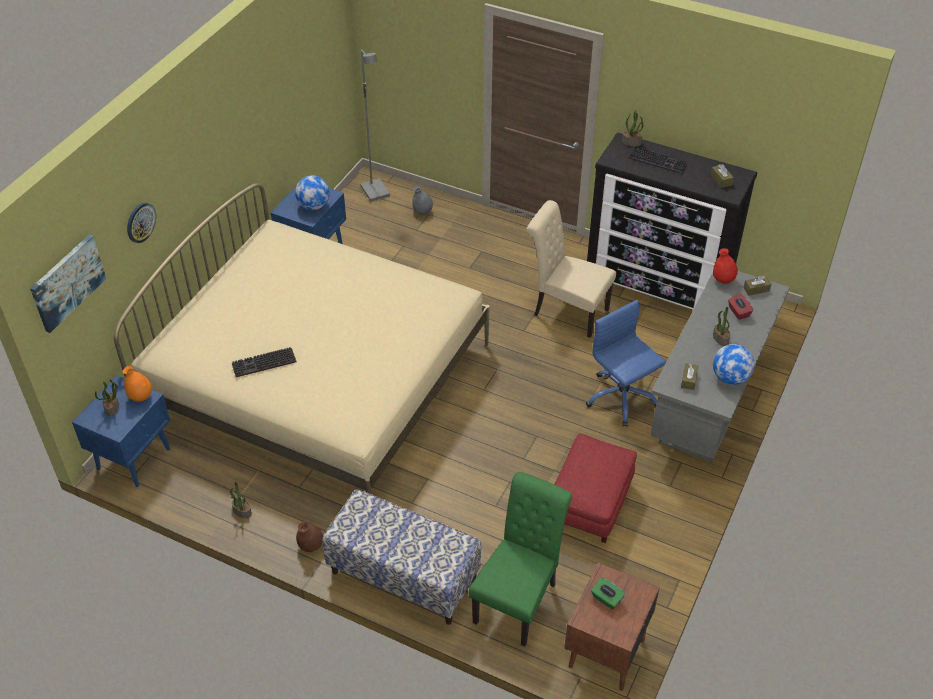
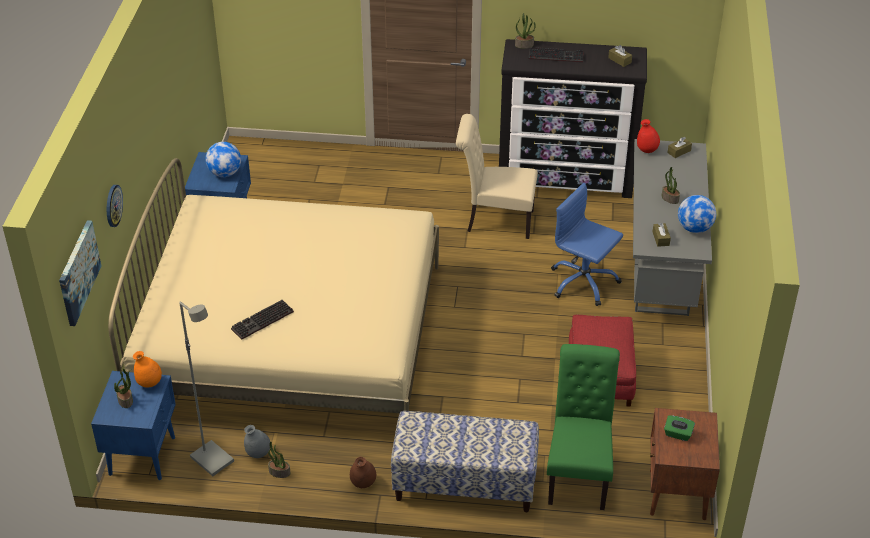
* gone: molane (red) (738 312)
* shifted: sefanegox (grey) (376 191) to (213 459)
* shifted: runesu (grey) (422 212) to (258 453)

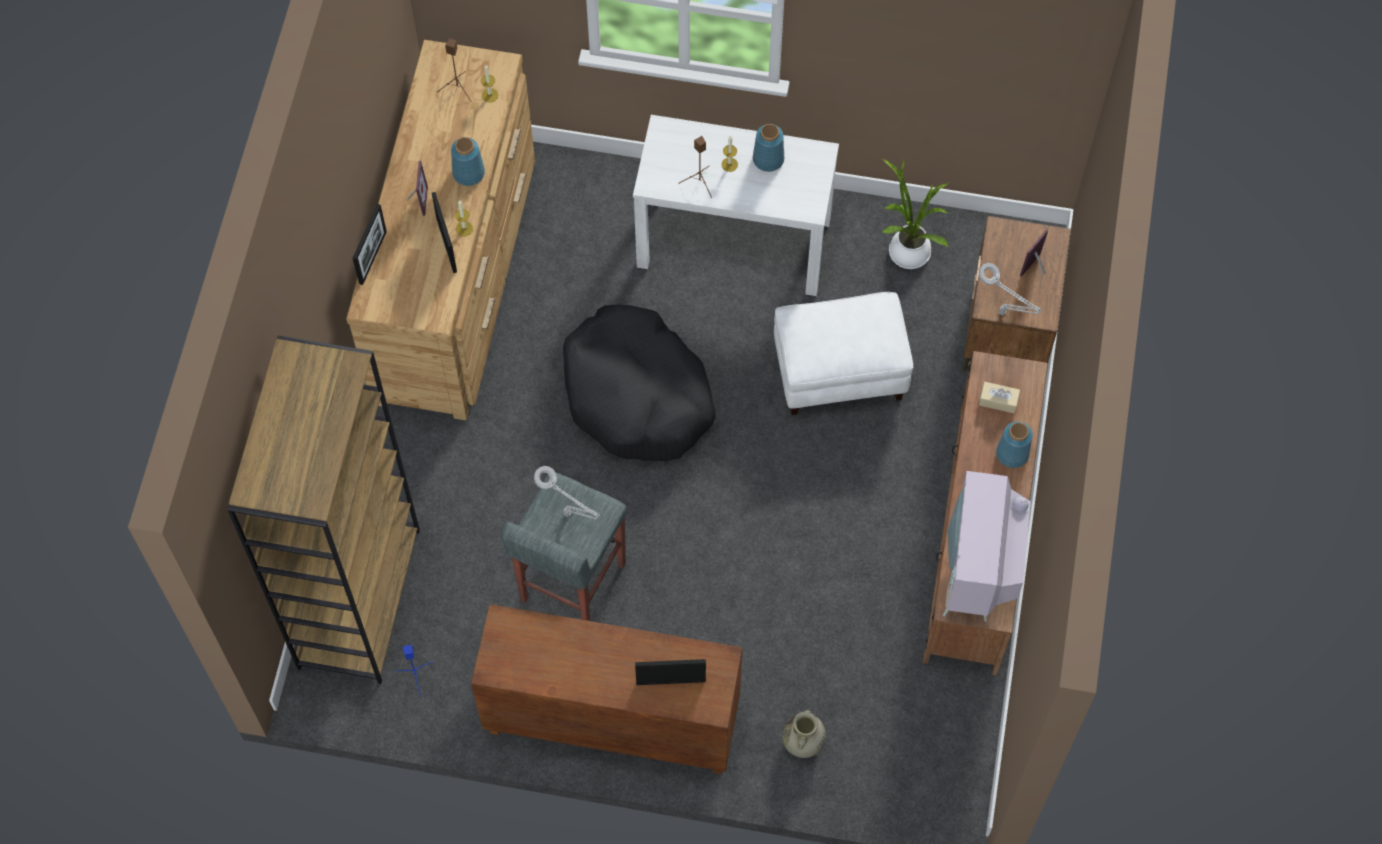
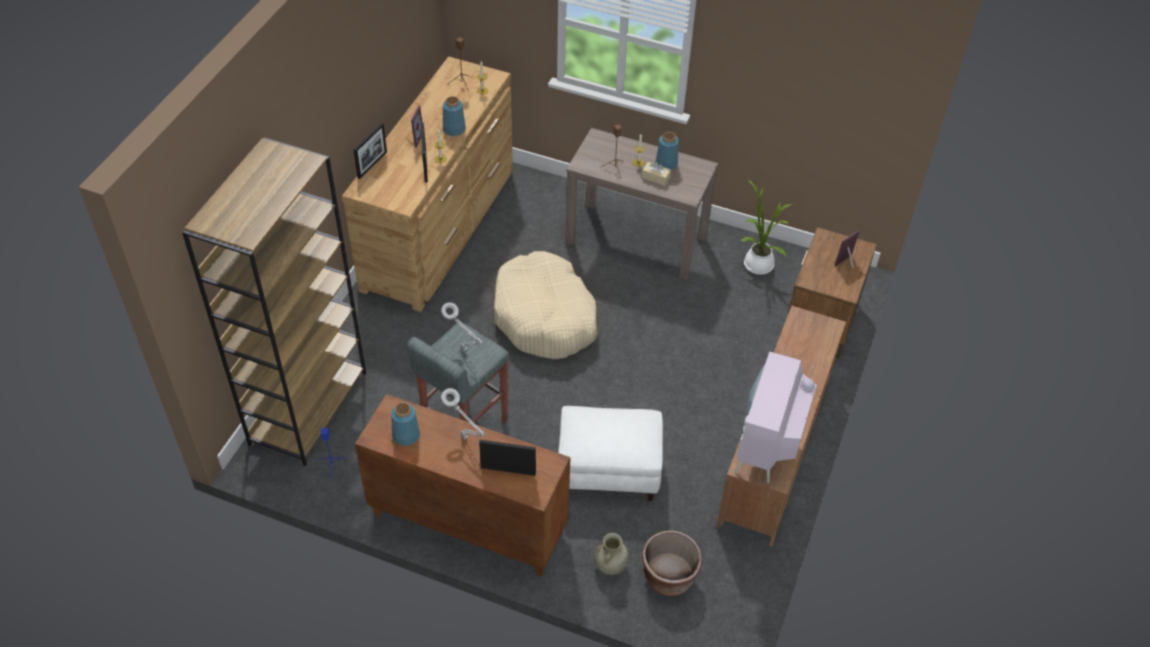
* new: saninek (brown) (668 576)
* shifted: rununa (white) (839 371) to (607 471)
* shifted: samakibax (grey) (1004 314) to (466 439)
* shifted: molane (beige) (998 401) to (656 178)
* shifted: runesu (blue) (1012 454) to (405 435)
* repainted: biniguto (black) (637 395) to biniguto (beige) (545 317)
* repainted: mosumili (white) (735 242) to mosumili (brown) (637 240)

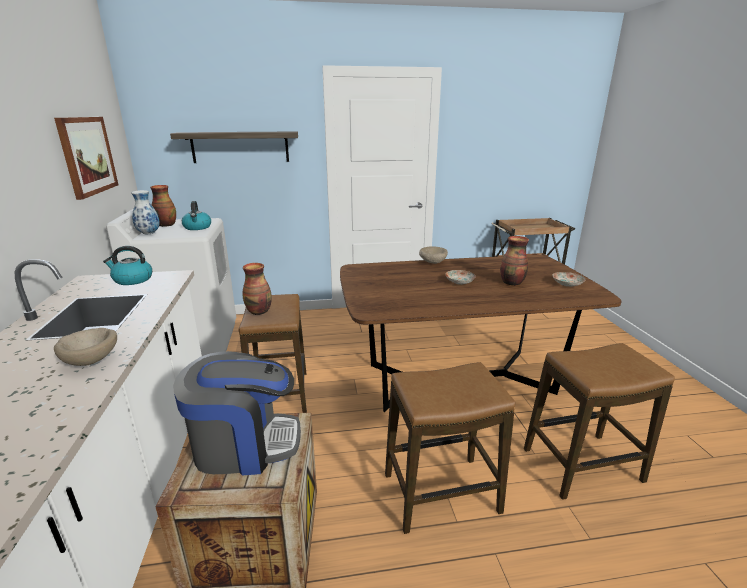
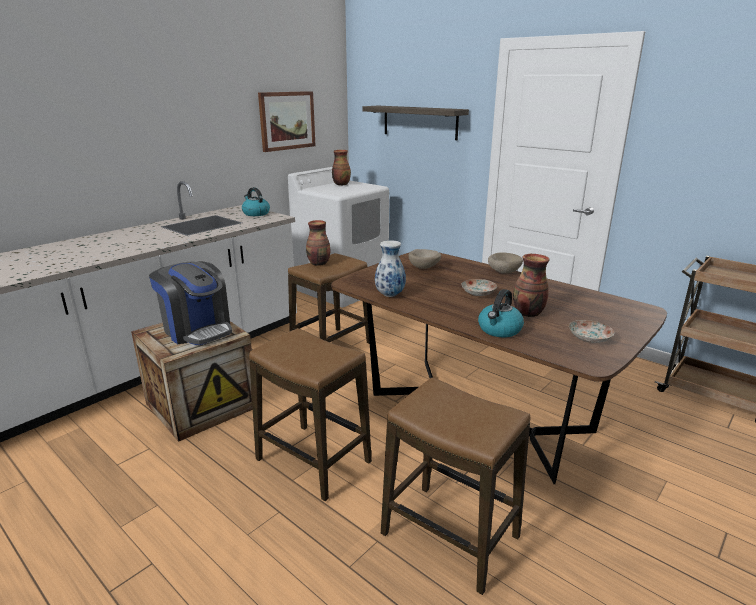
* shifted: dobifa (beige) (93 360) to (424 267)
* shifted: runesu (149 233) to (390 295)
* shifted: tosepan (197 227) to (499 330)

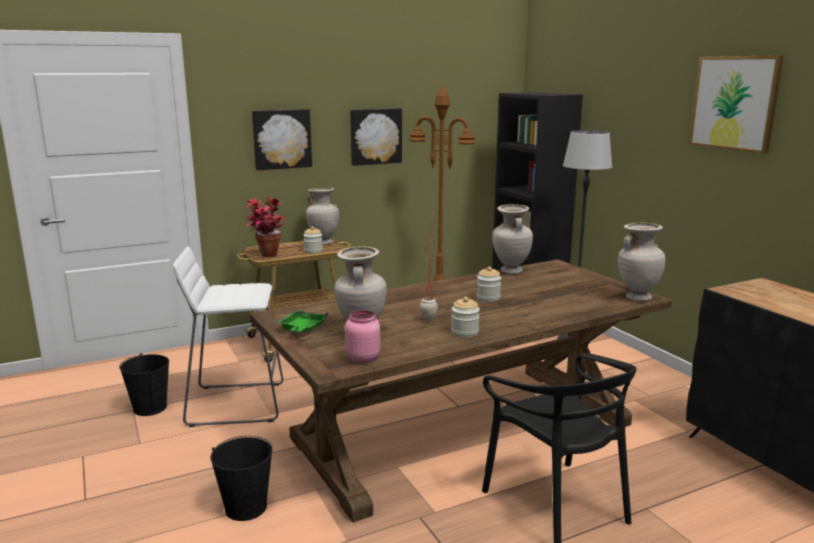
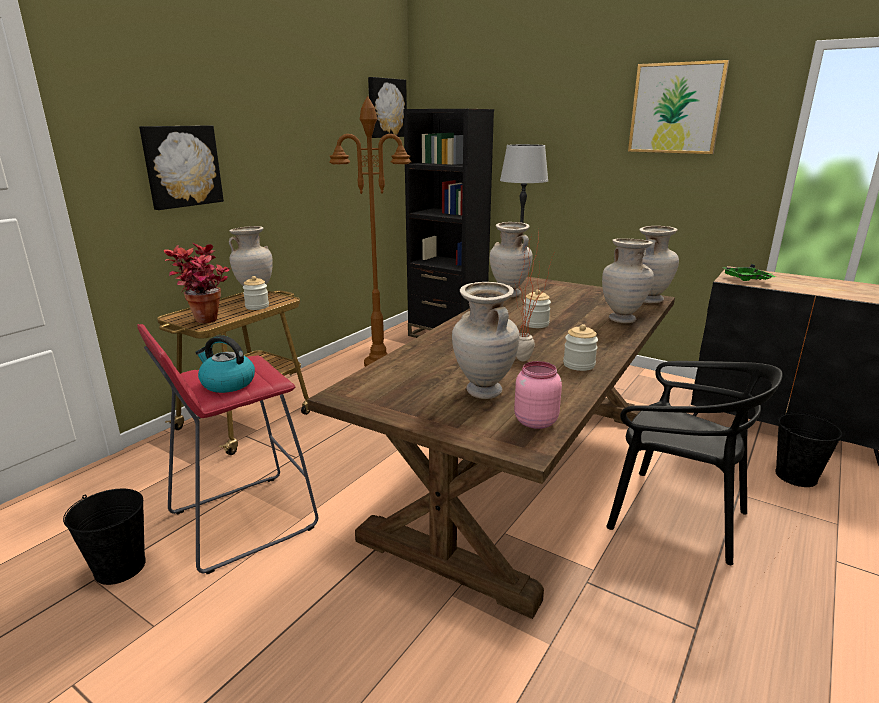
* new: tosepan (227 383)
* new: runesu (beige) (622 320)
* shifted: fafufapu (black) (246 508) to (796 476)
* shifted: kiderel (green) (302 329) to (746 279)
* shifted: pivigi (375 136) to (386 108)
* repainted: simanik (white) (235 403) to simanik (red) (241 520)

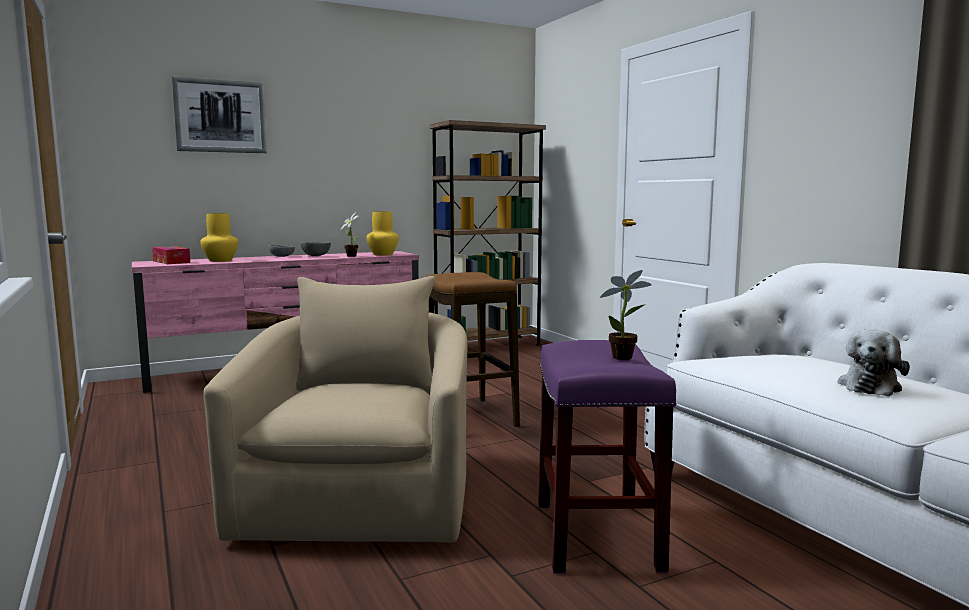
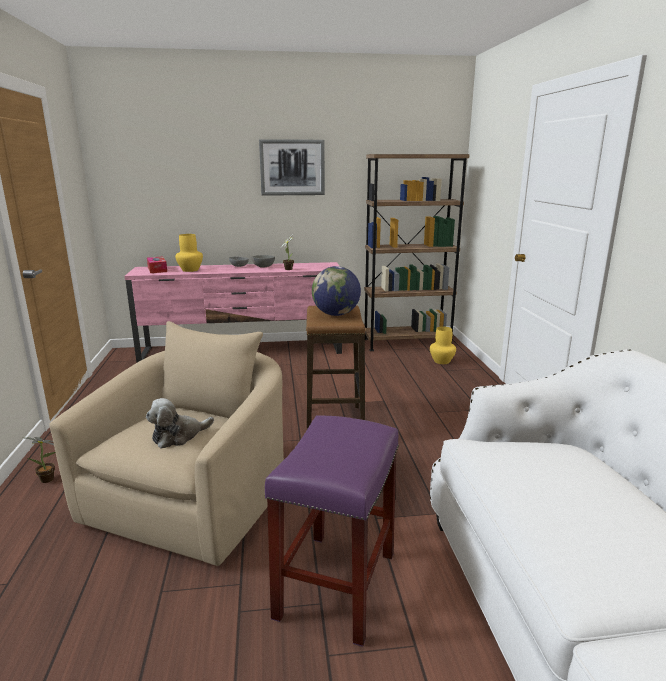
* new: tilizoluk (336 314)
* shifted: pivigi (220 116) to (292 167)
* shifted: runesu (yellow) (382 254) to (441 361)
* shifted: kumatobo (626 357) to (49 480)
* shifted: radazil (870 386) to (178 436)

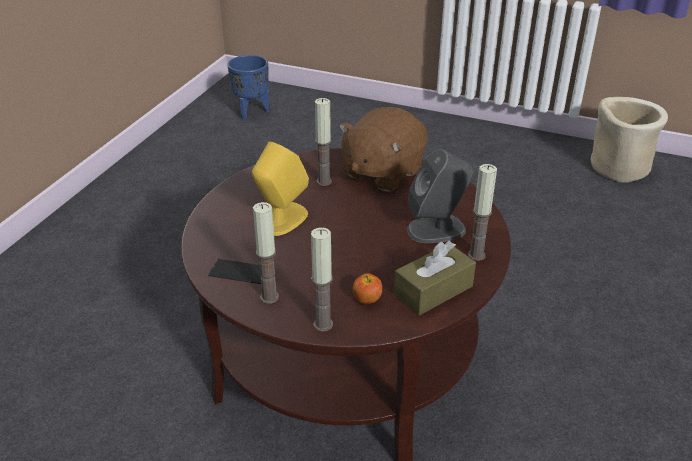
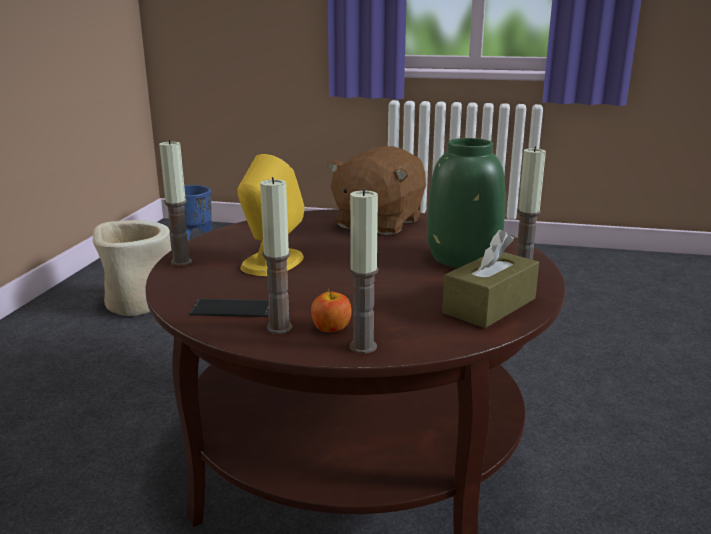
* shifted: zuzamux (324 181) to (181 262)
* shifted: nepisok (367 299) to (331 328)
* shifted: saninek (beige) (618 168) to (138 303)
* swapped: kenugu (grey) (437 229) to runesu (green) (464 258)

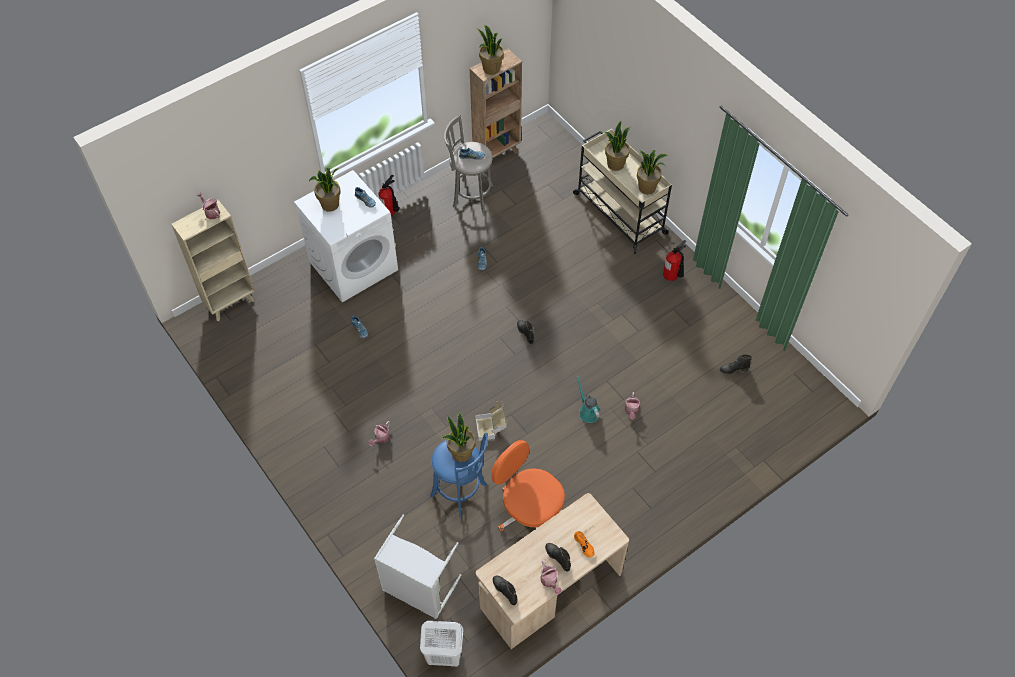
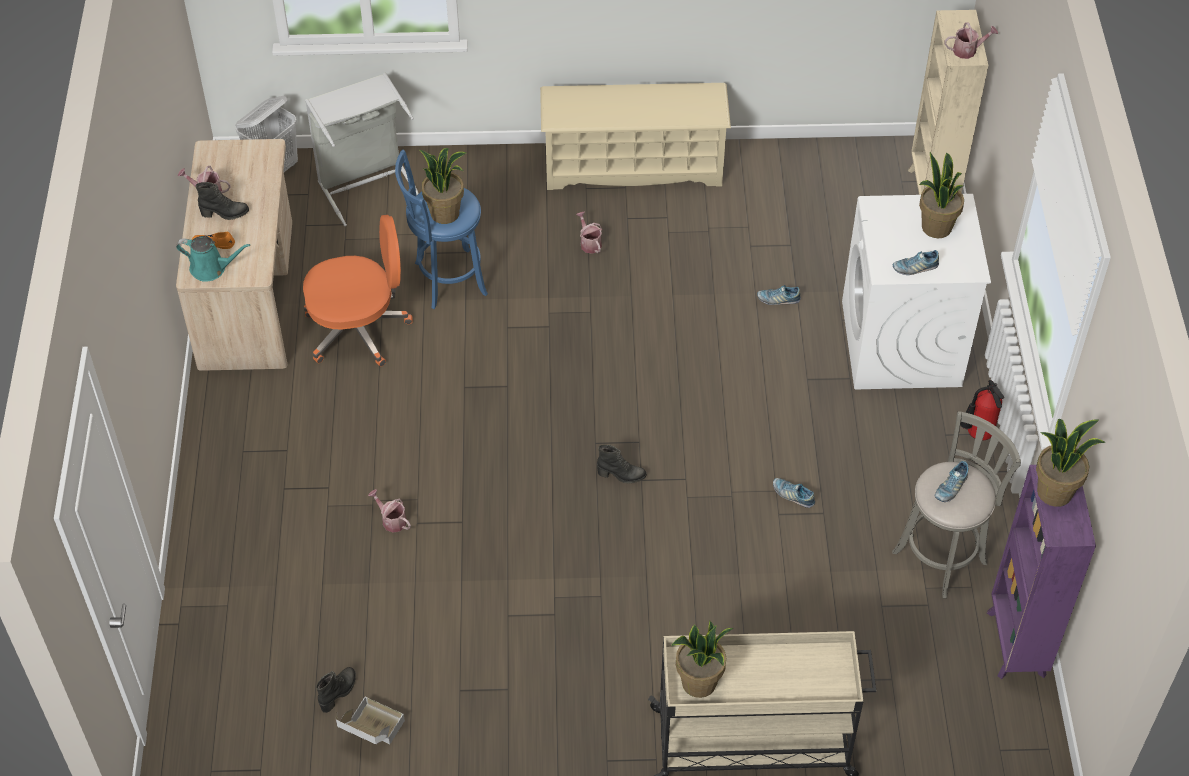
* gone: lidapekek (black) (505 591)
* gone: kumatobo (615 164)
* gone: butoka (672 277)
* new: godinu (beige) (633 166)
* shifted: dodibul (491 428) to (371 733)
* shifted: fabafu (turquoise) (588 411) to (211 268)
* repainted: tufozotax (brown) (497 154) to tufozotax (purple) (1015 645)

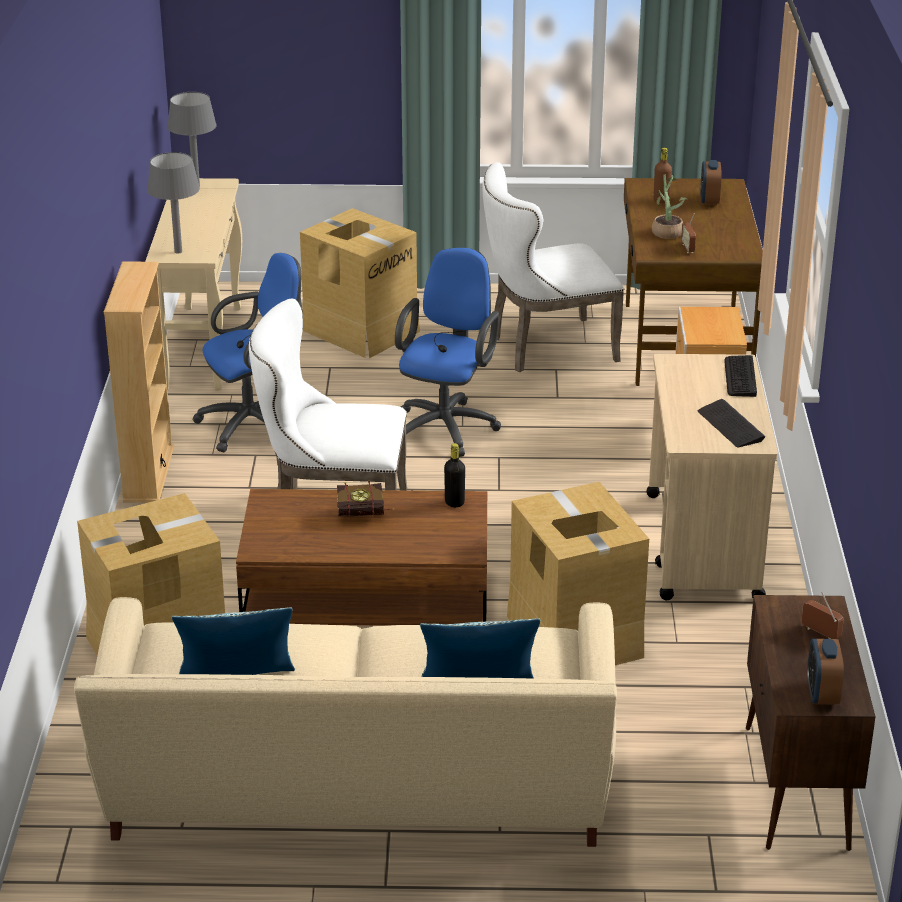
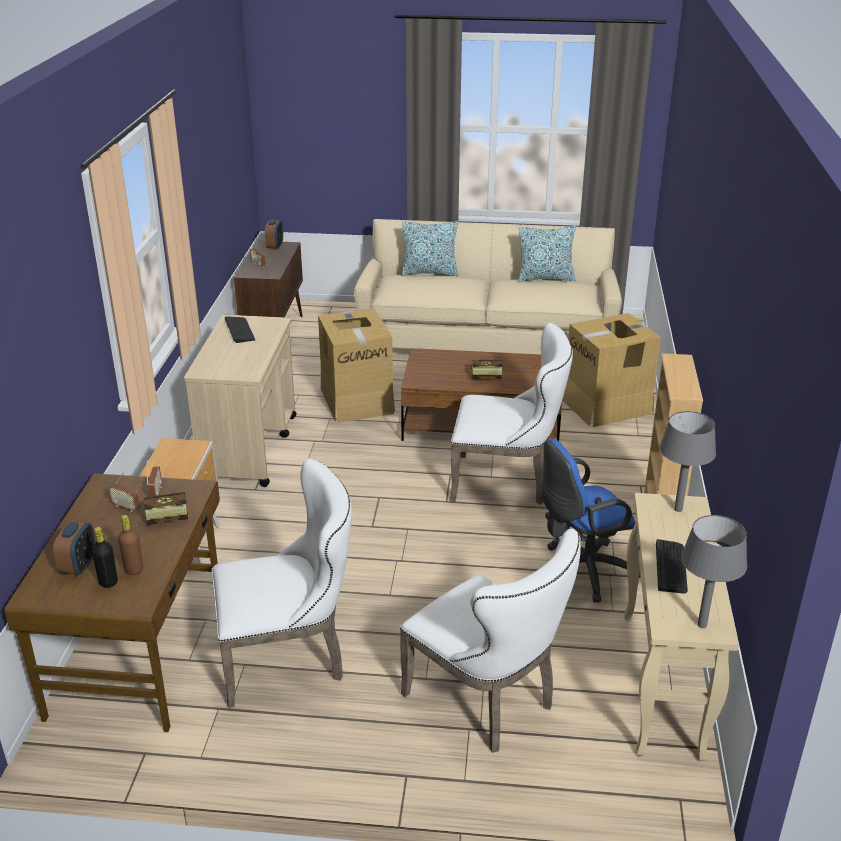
* gone: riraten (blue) (447 425)
* new: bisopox (126 507)
* shifted: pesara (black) (454 503) to (108 582)
* shifted: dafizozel (740 377) to (671 567)
* swapped: dodibul (361 330) to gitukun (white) (488 702)
* swapped: kumatobo (666 231) to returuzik (162 518)

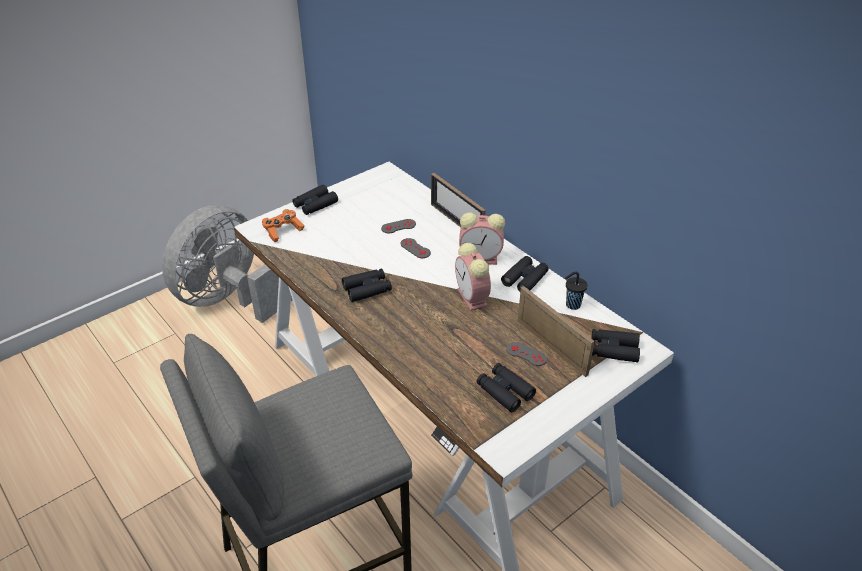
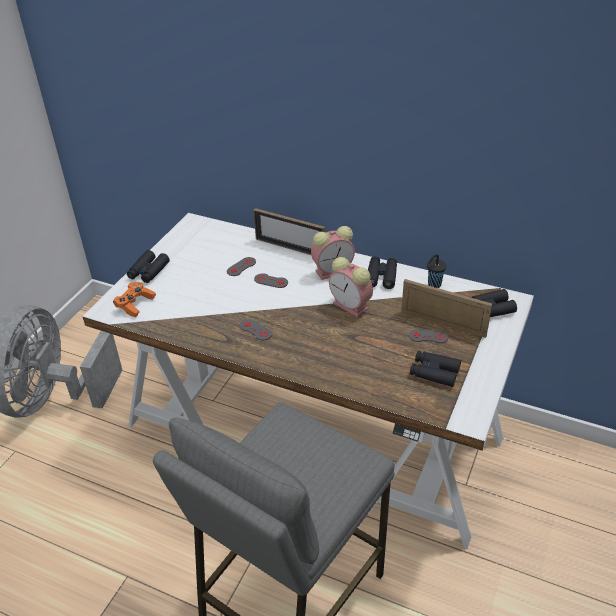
* swapped: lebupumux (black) (367 289) to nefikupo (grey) (255 330)

